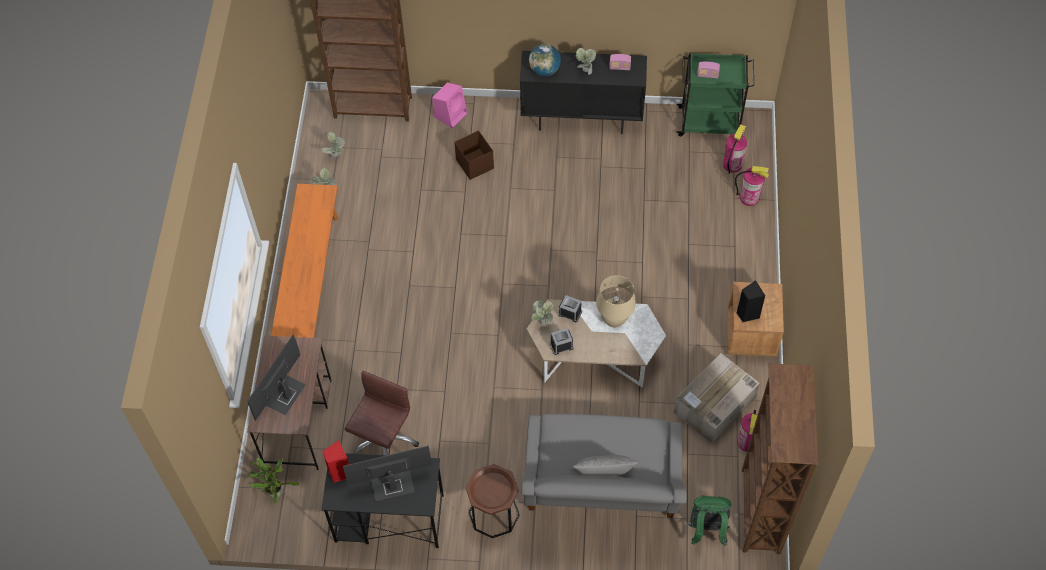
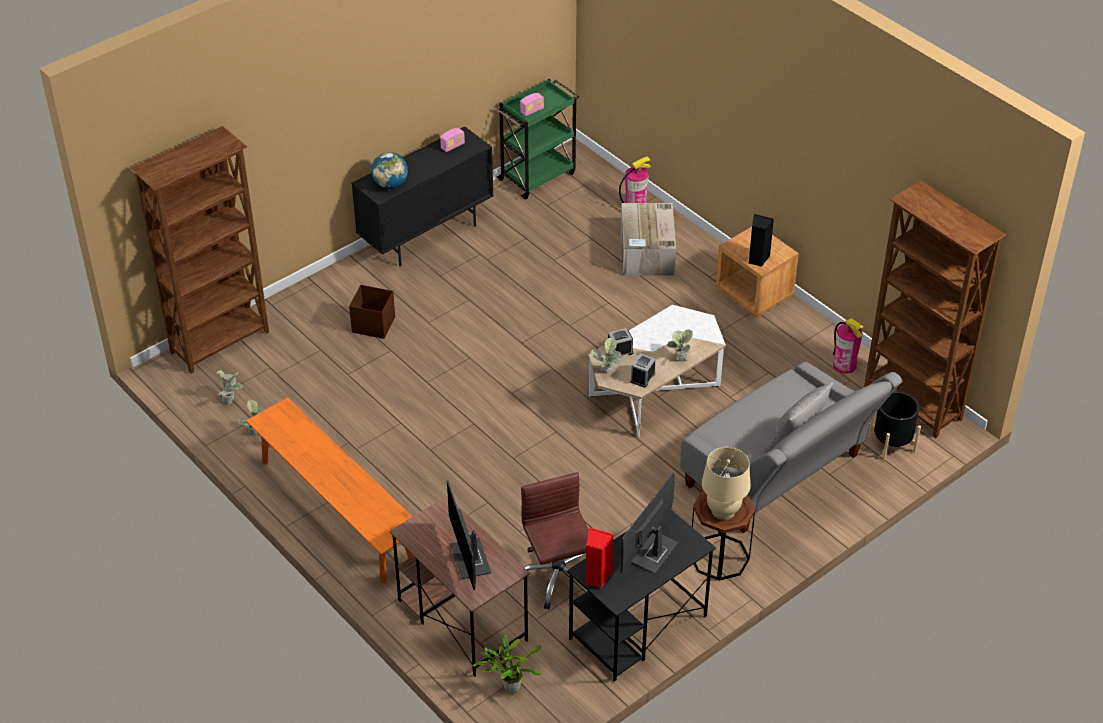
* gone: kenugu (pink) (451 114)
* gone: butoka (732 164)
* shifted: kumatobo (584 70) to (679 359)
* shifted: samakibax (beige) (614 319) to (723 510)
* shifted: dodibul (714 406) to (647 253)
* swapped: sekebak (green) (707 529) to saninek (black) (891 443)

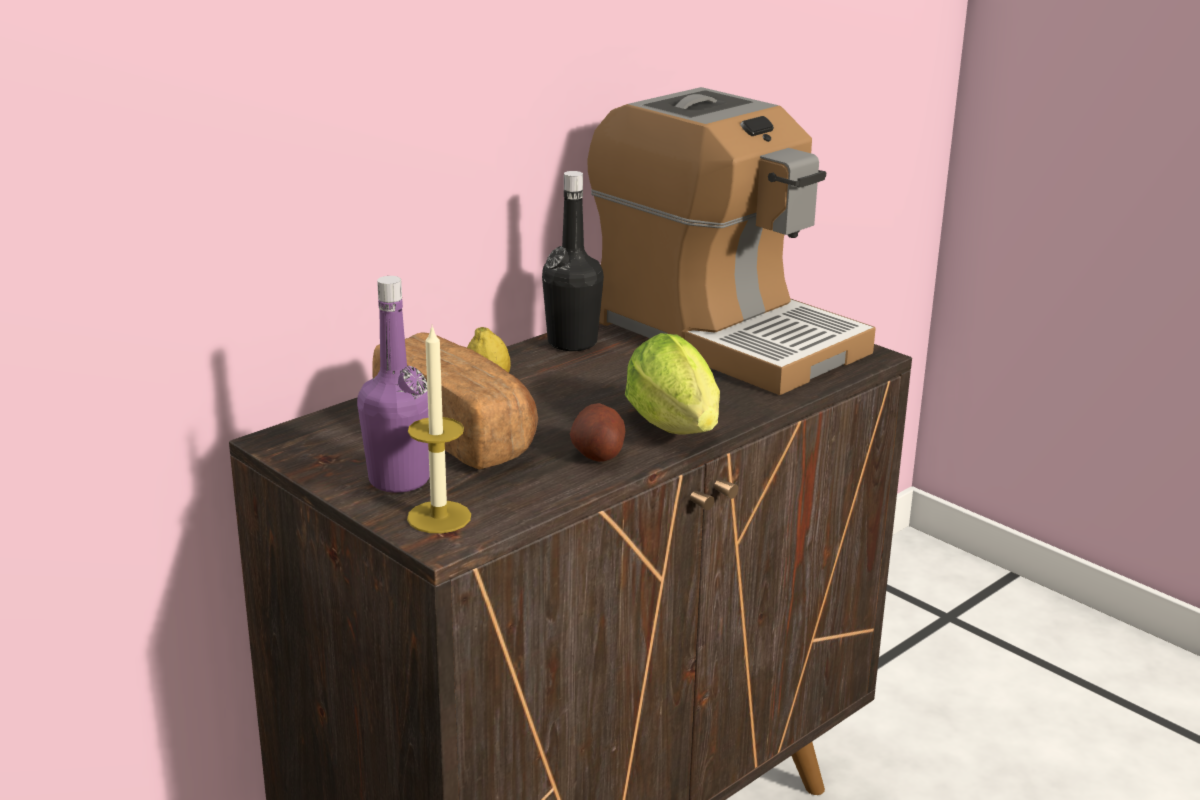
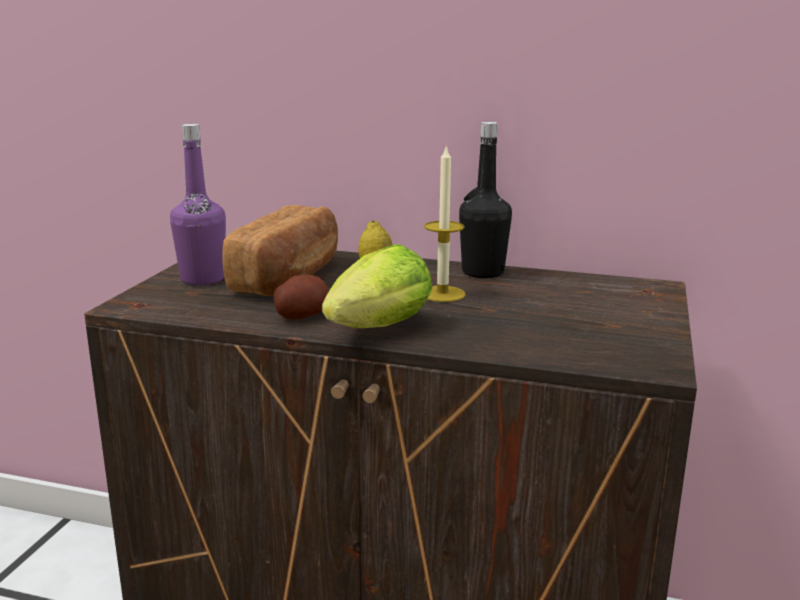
* gone: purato (723 335)
* shifted: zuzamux (439 517) to (442 294)

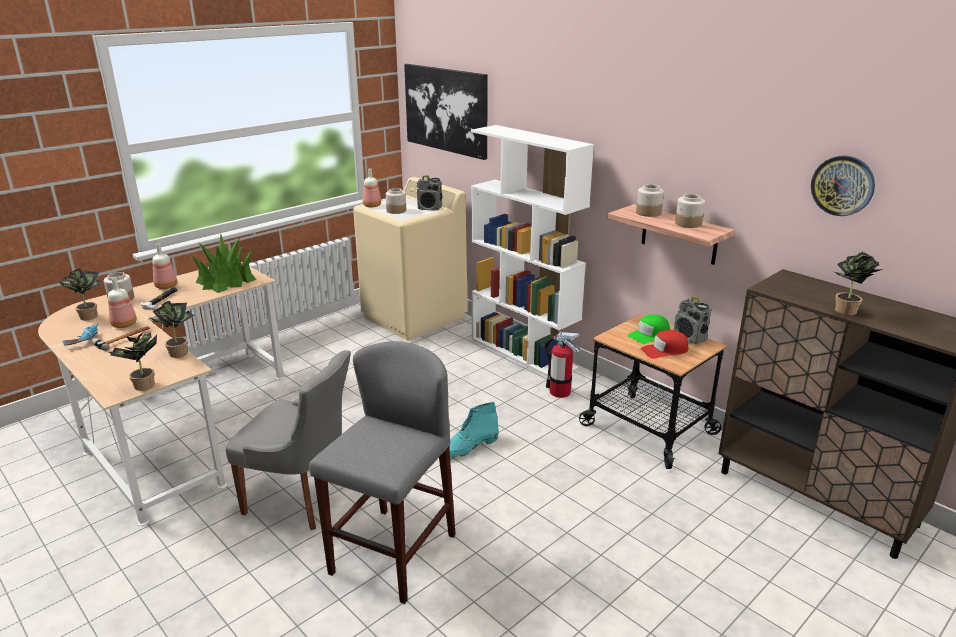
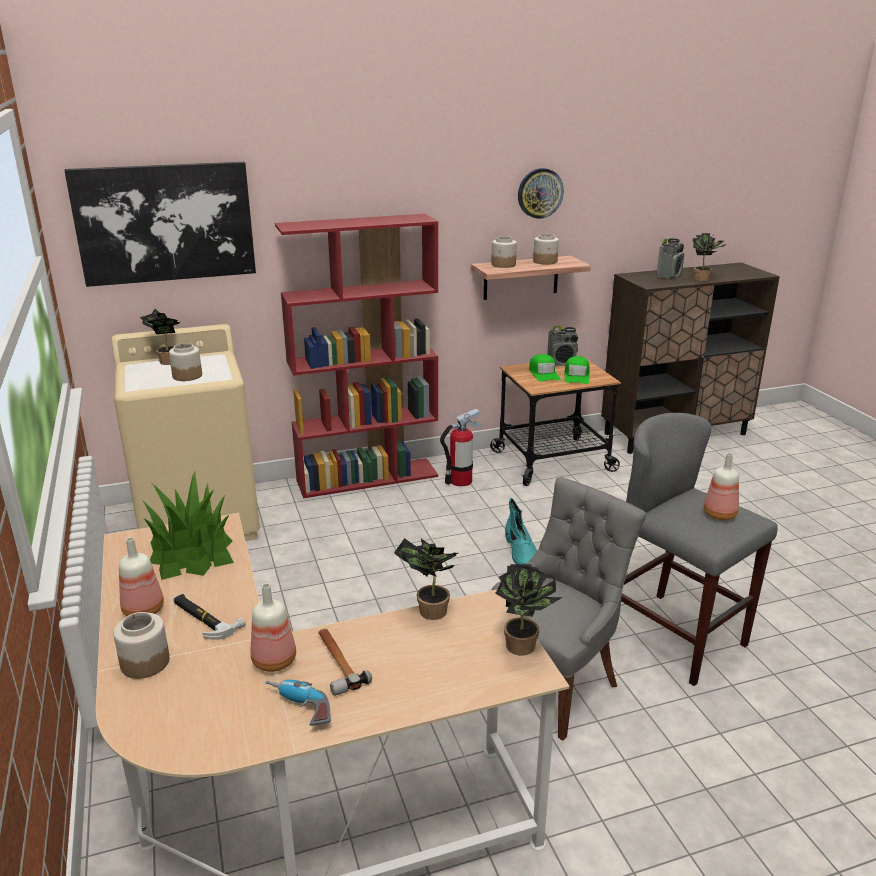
* shifted: kumatobo (89 315) to (166 361)
* shifted: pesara (372 206) to (720 514)
* shifted: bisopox (429 208) to (669 276)
* shifted: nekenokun (842 185) to (540 193)
* repainted: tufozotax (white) (524 353) to tufozotax (red) (368 478)
* repainted: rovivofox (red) (665 350) to rovivofox (green) (577 376)

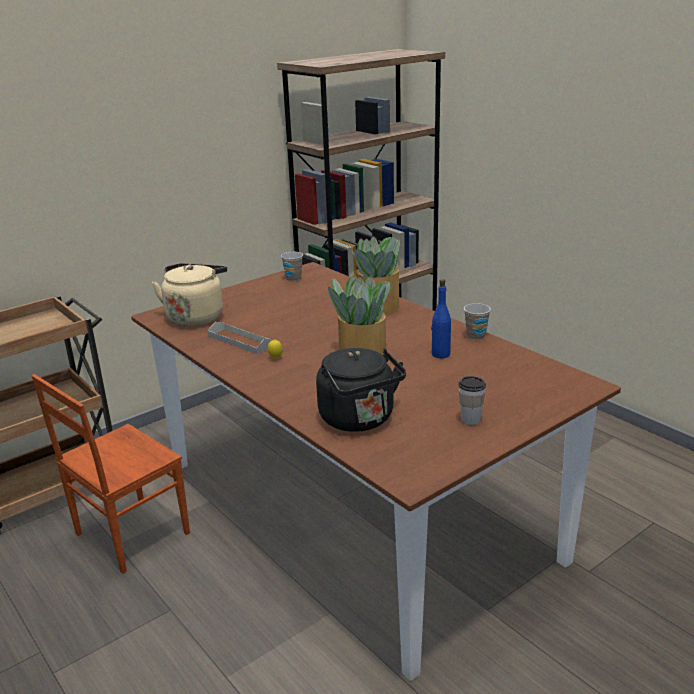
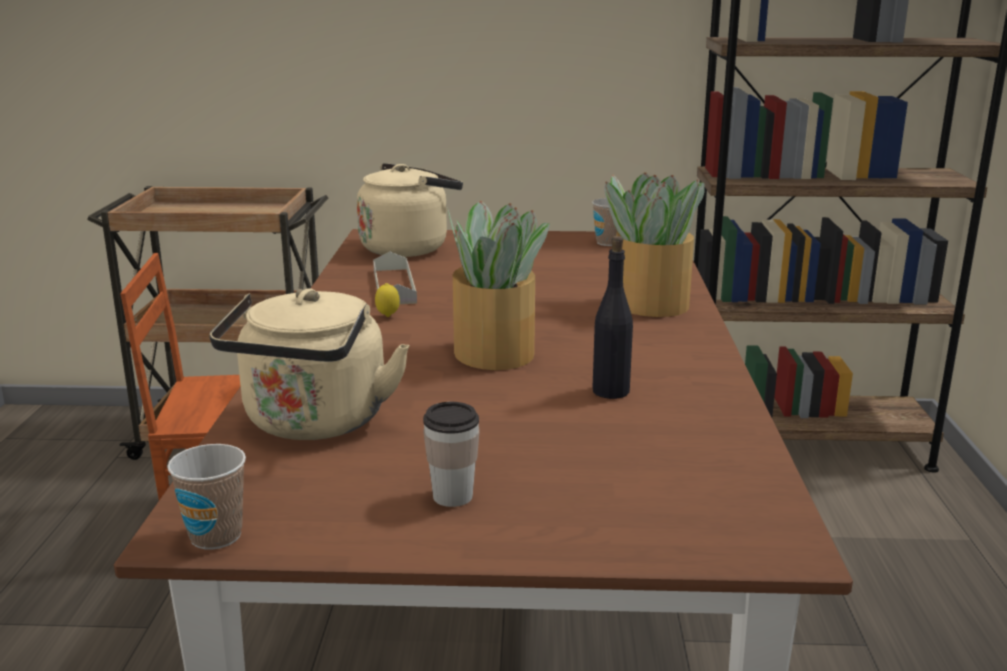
* shifted: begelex (476 336) to (215 536)
* repainted: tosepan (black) (360 420) to tosepan (beige) (314 424)
* repainted: pesara (blue) (440 354) to pesara (black) (610 391)

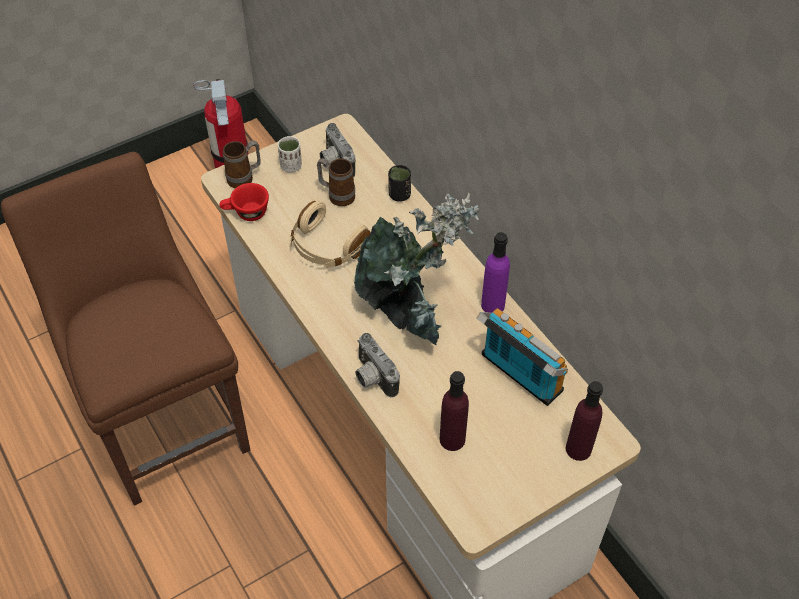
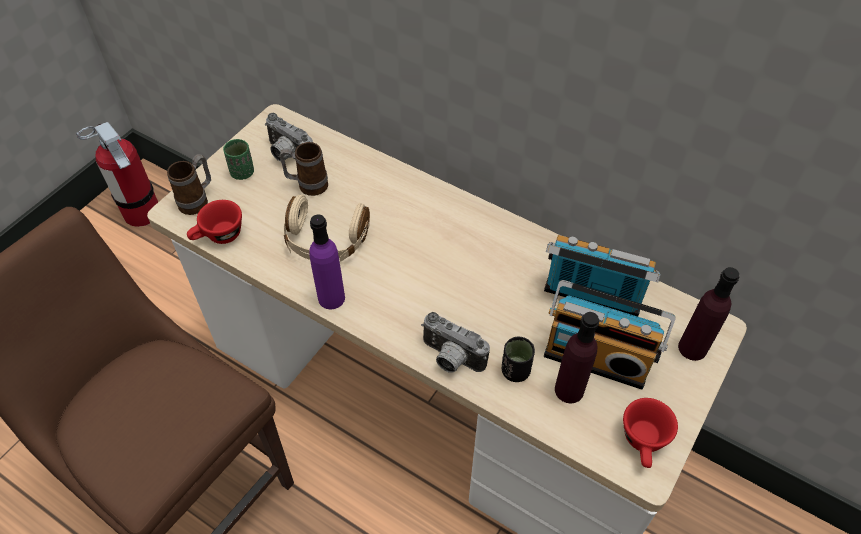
* gone: kumatobo (409 312)
* new: bisopox (597 357)
* new: begelex (red) (644 443)
* shifted: begelex (black) (399 195) to (515 371)
* shifted: pesara (purple) (492 305) to (331 298)
* repainted: begelex (white) (291 166) to begelex (green) (242 173)

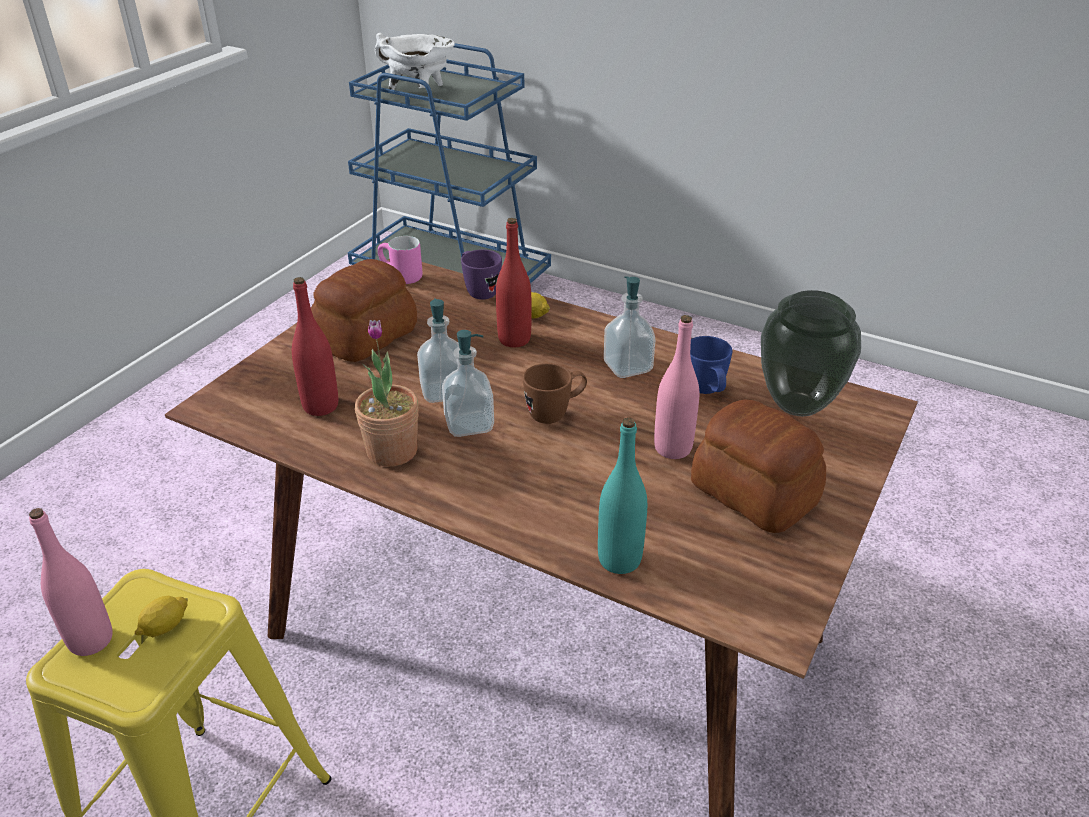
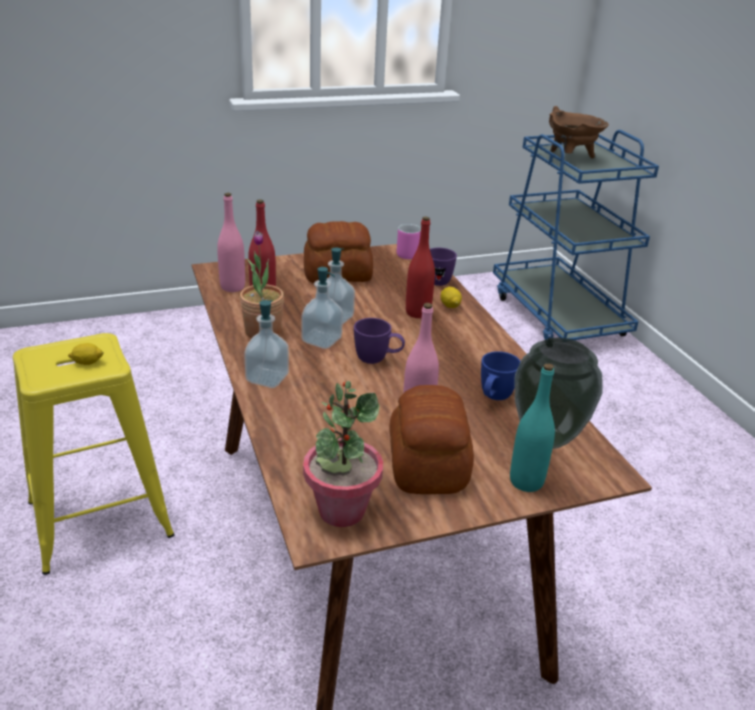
* new: kumatobo (341 510)
* shifted: pesara (pink) (91 640) to (232 287)
* shifted: pesara (turquoise) (619 559) to (526 481)
* shifted: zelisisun (627 367) to (267 378)
* repainted: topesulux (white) (420 92) to topesulux (brown) (570 158)
* repainted: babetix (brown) (555 413) to babetix (purple) (378 360)

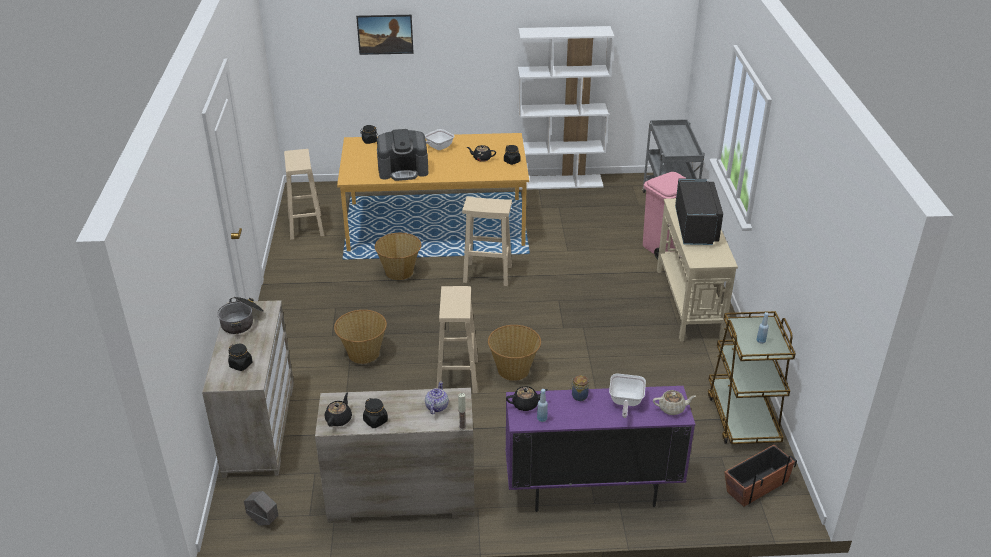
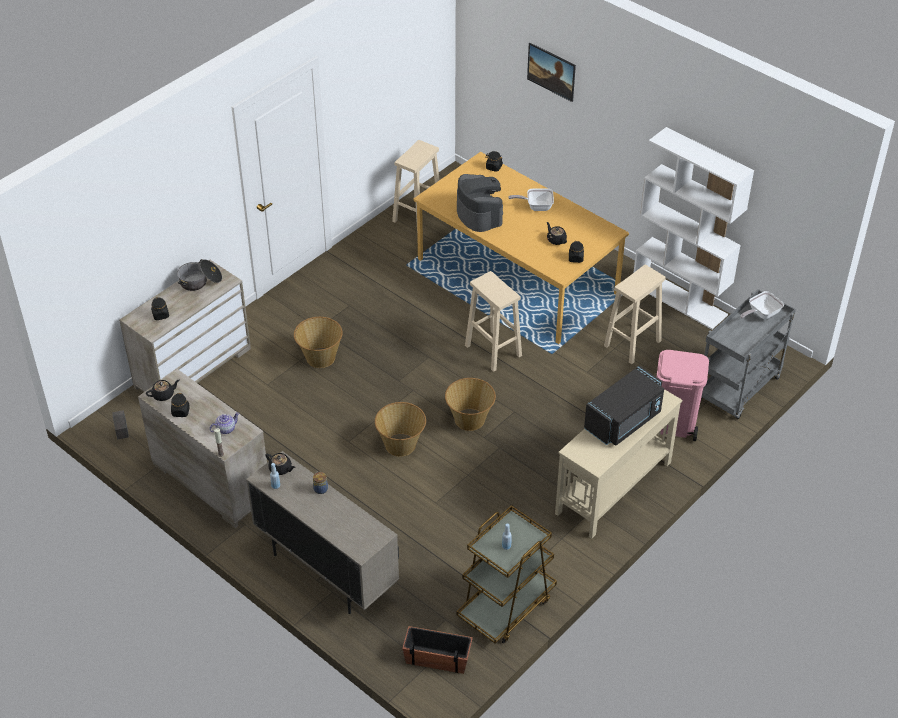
* gone: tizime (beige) (672 408)
* shifted: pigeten (399 272) to (469 420)
* shifted: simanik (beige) (457 376) to (632 344)
* shifted: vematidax (625 402) to (761 314)
* repainted: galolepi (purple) (591 491) to galolepi (beige) (326 571)
* rotated: purato (403 170) = (479 214) 150 degrees counterclockwise

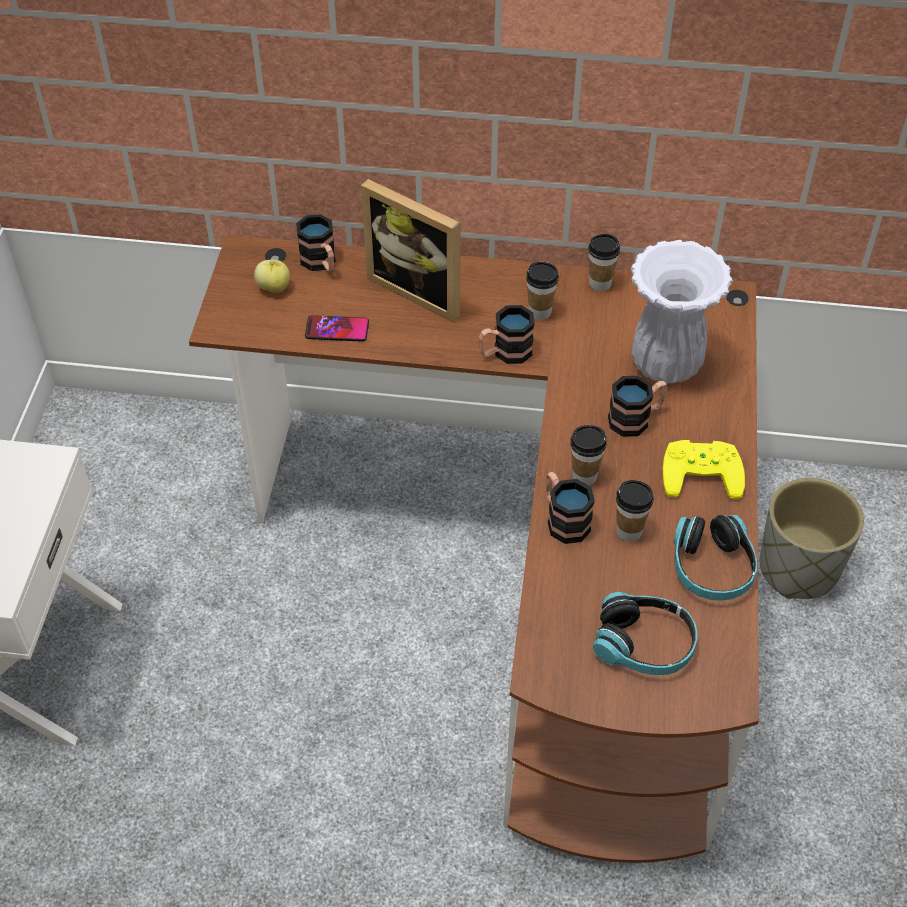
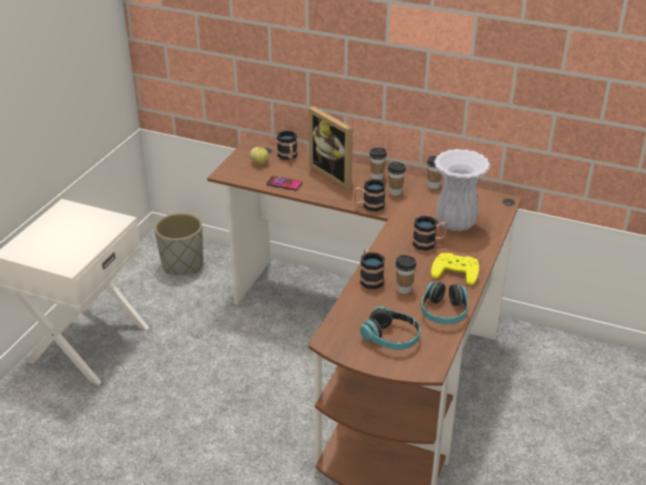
* shifted: begelex (584 476) to (377 177)
* shifted: saninek (grey) (798 569) to (182 265)

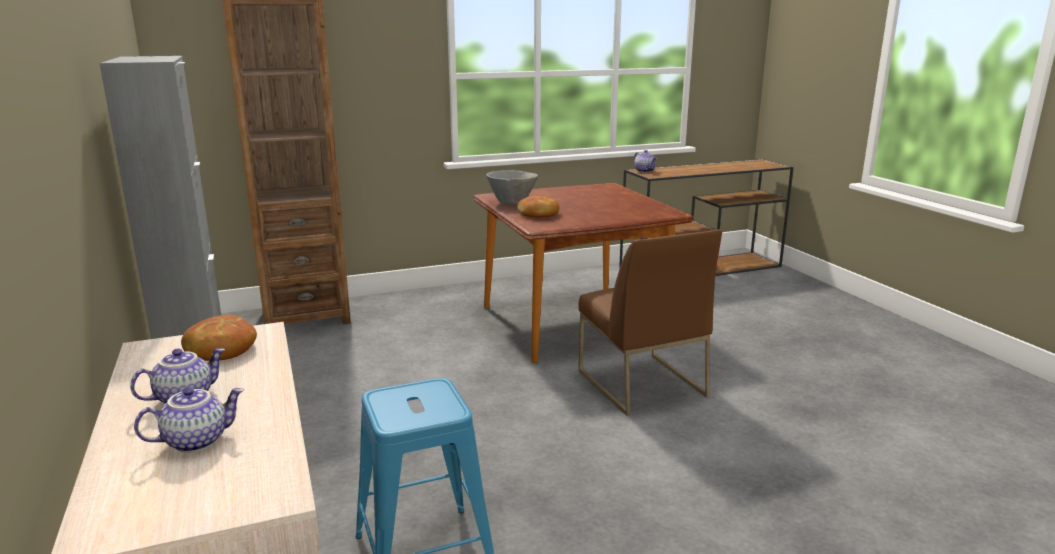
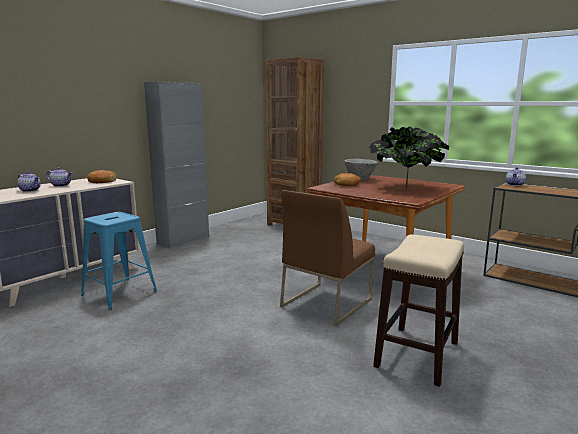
* new: kumatobo (404 188)
* new: simanik (417 355)

